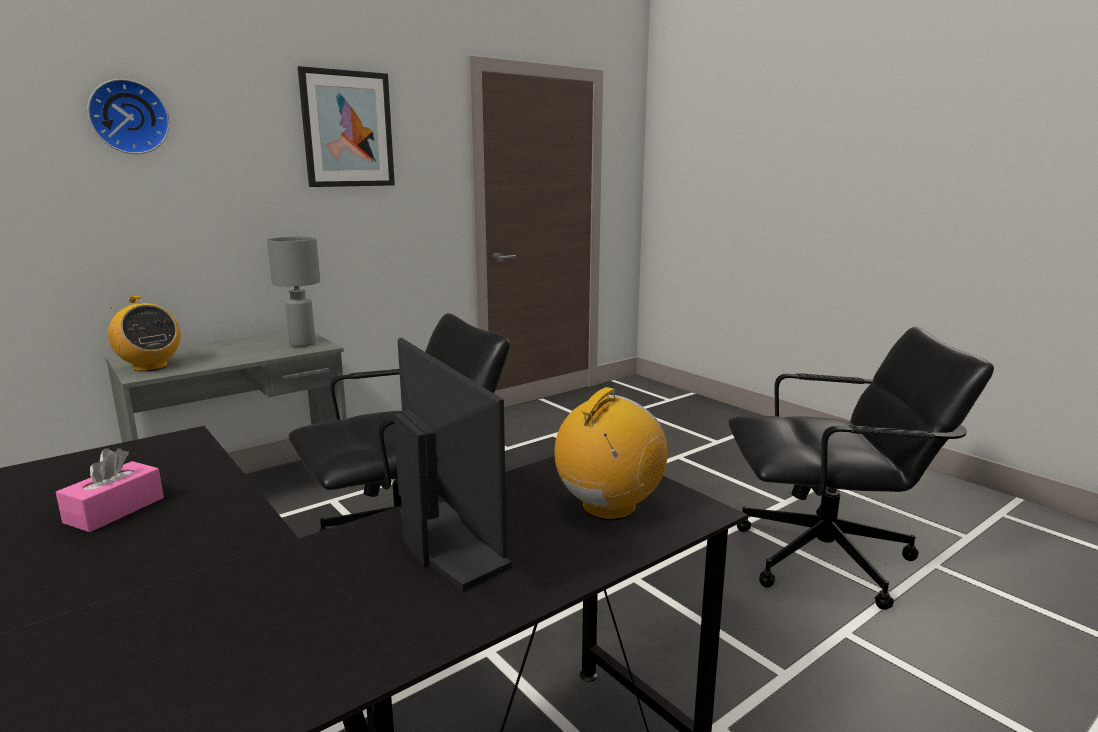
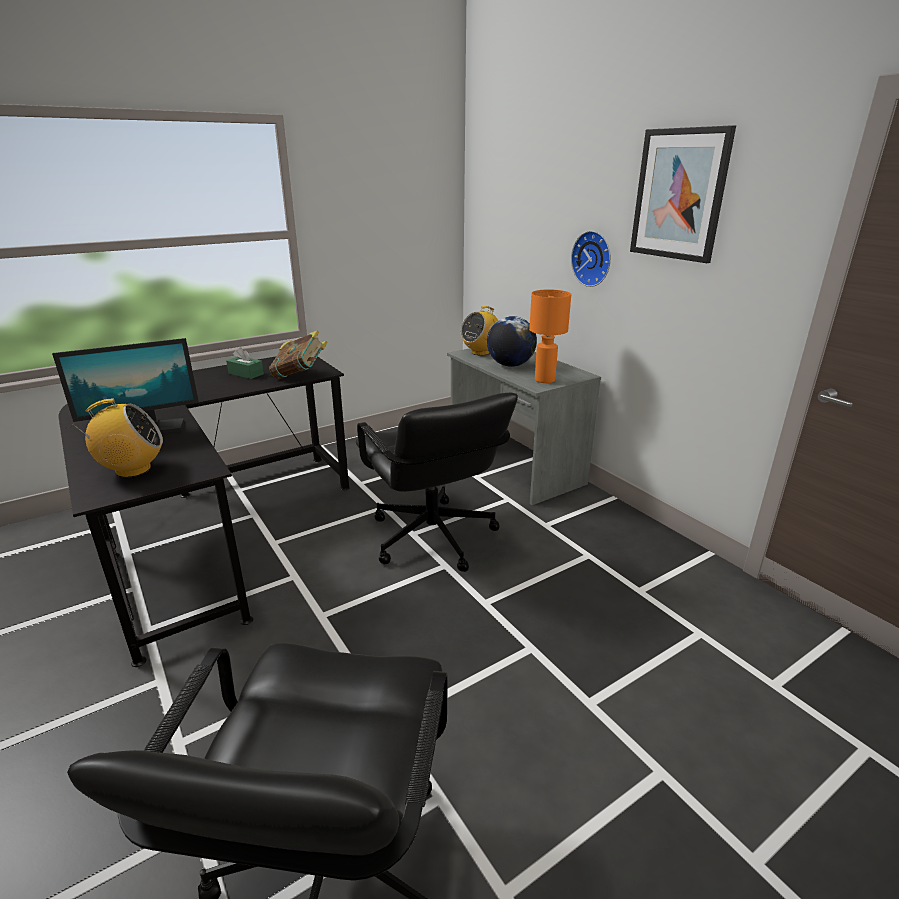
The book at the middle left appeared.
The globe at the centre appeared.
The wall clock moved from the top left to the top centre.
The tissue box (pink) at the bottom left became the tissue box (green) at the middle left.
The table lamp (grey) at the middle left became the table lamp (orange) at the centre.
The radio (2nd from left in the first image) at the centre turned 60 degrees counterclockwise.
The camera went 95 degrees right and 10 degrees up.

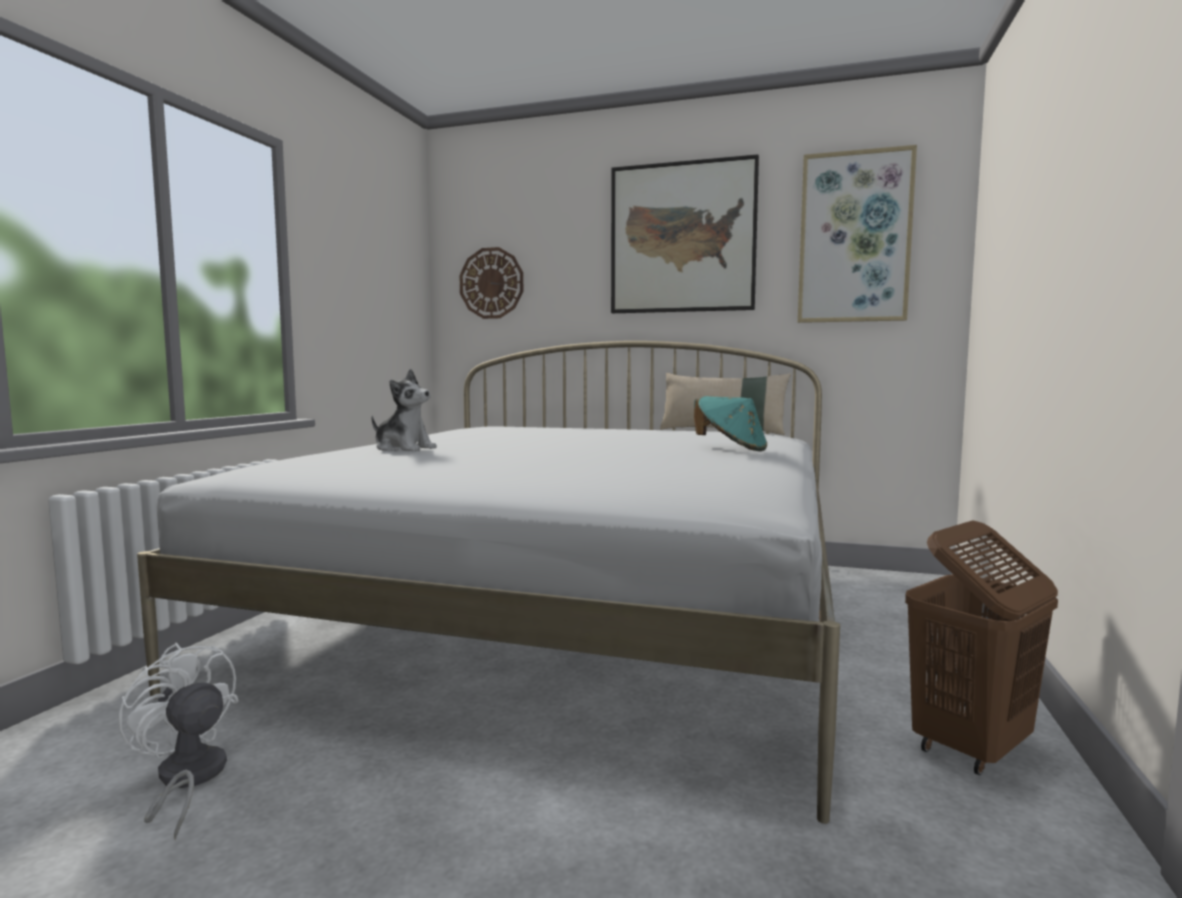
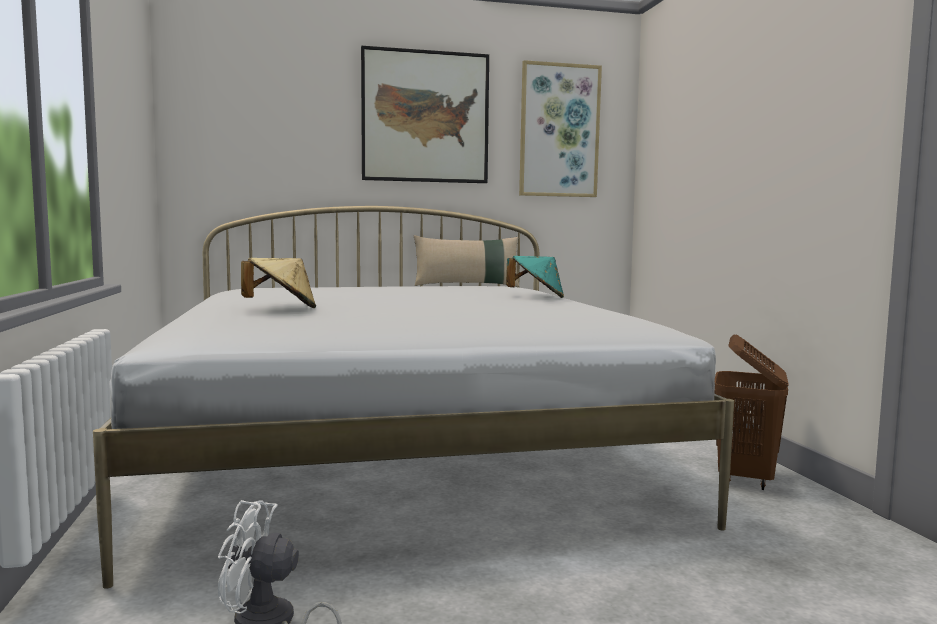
The wall clock at the top centre disappeared.
The plush toy at the centre was replaced by the hat (beige) at the middle left.
The camera went 30 degrees left and 0 degrees up.

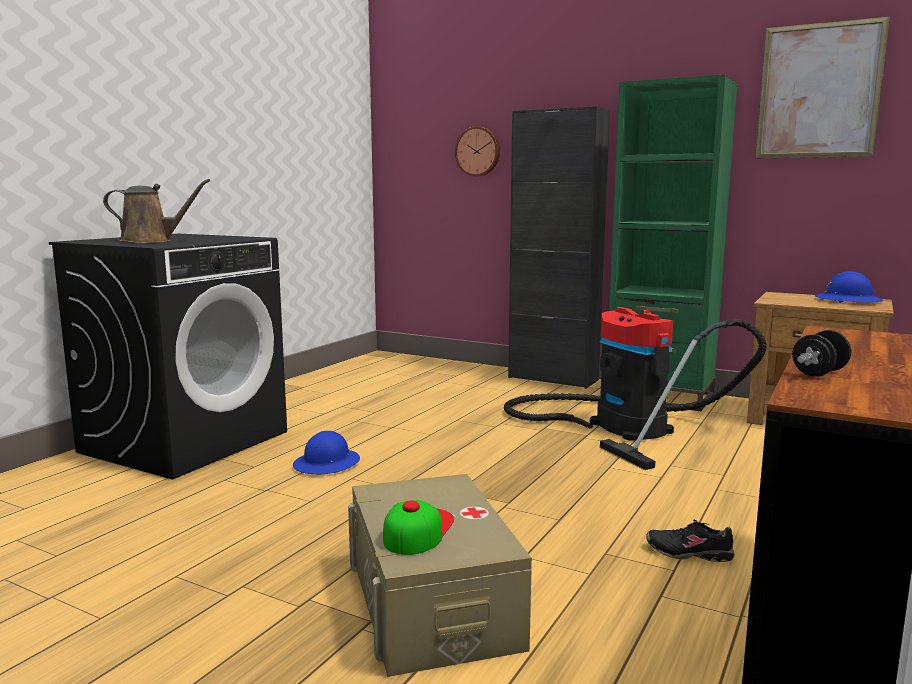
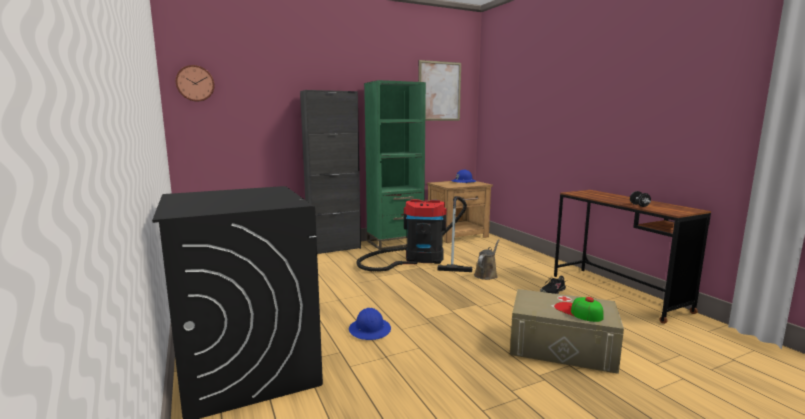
The watering can (brown) moved from the top left to the centre.
The wall clock moved from the top centre to the top left.
The camera went 55 degrees left and 0 degrees up.

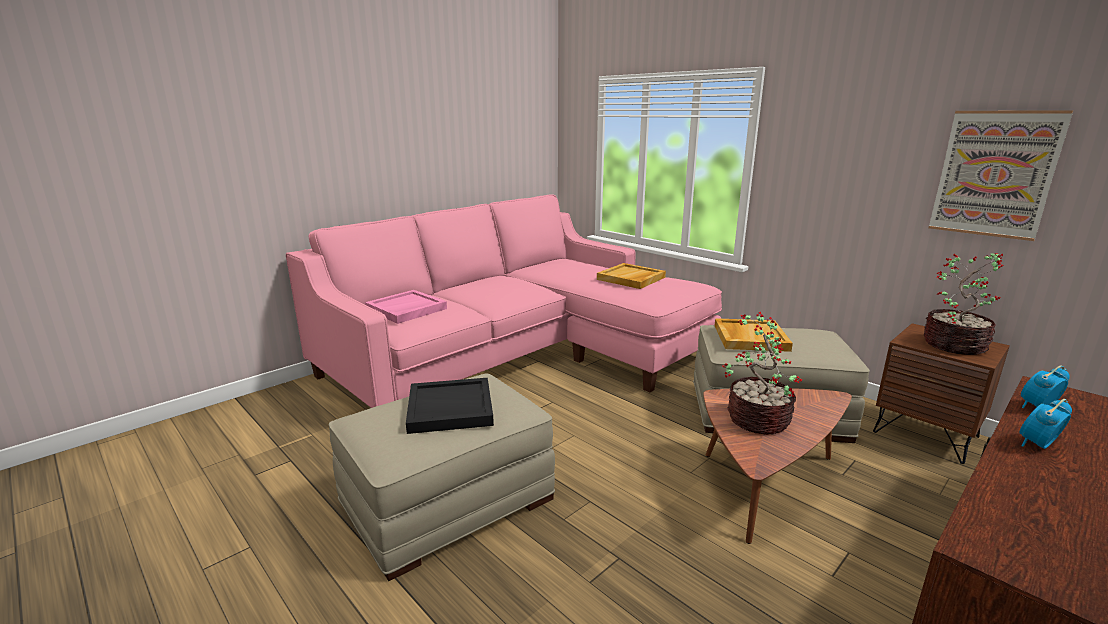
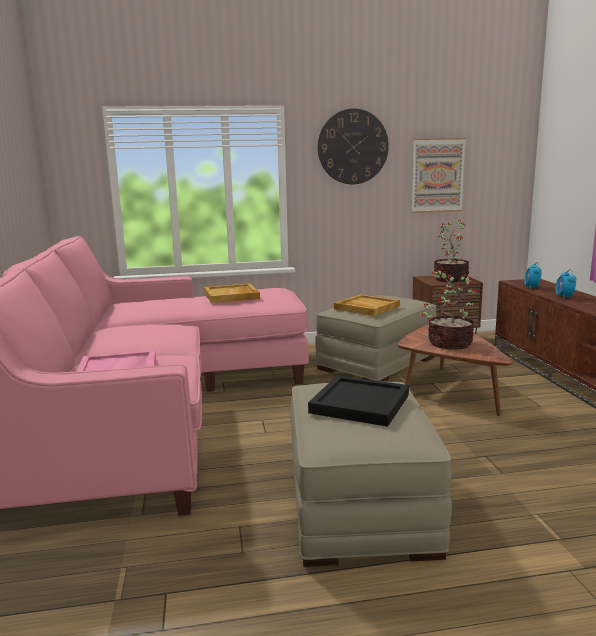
The wall clock at the top centre appeared.
The camera went 55 degrees left and 5 degrees down.

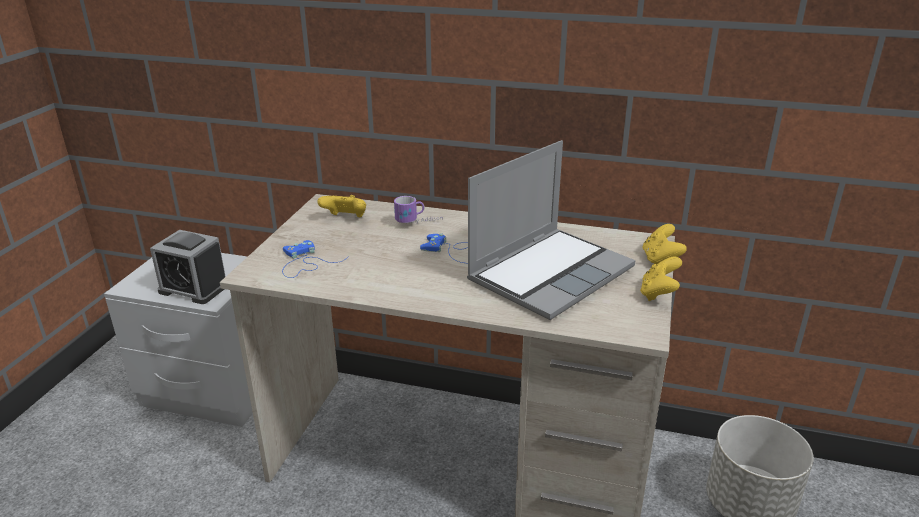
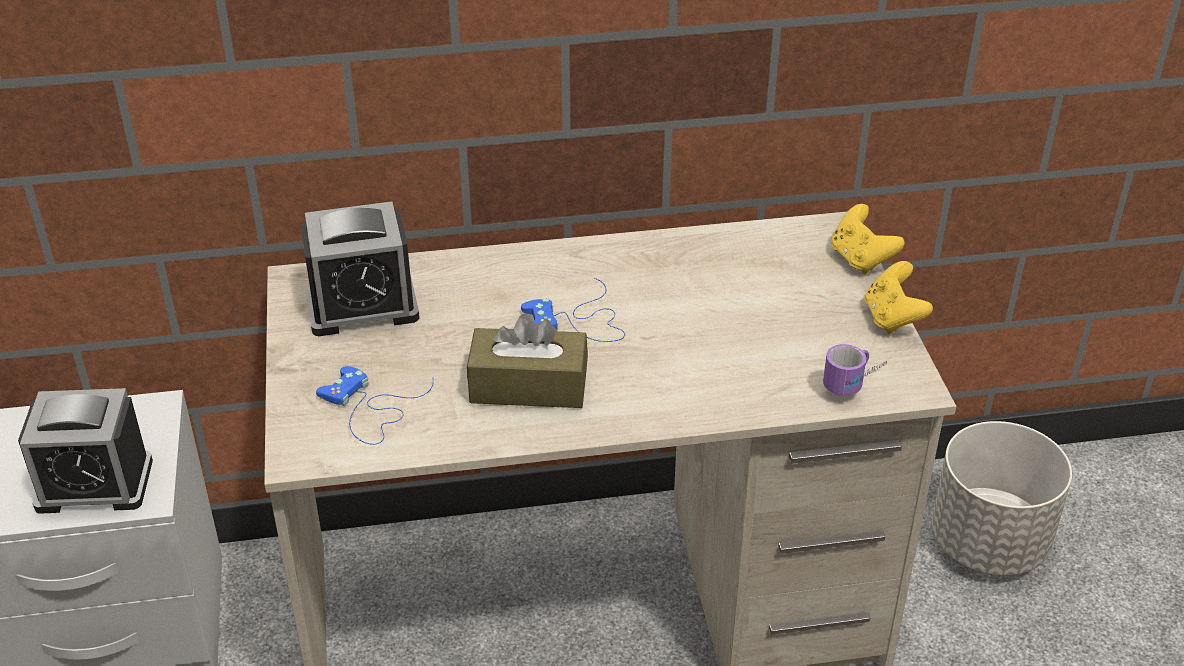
The laptop at the centre disappeared.
The tissue box (brown) at the centre appeared.
The mug moved from the centre to the middle right.
The game controller (yellow) (1st from left) at the centre was replaced by the alarm clock (2nd from left) at the middle left.
The camera went 25 degrees left and 10 degrees up.

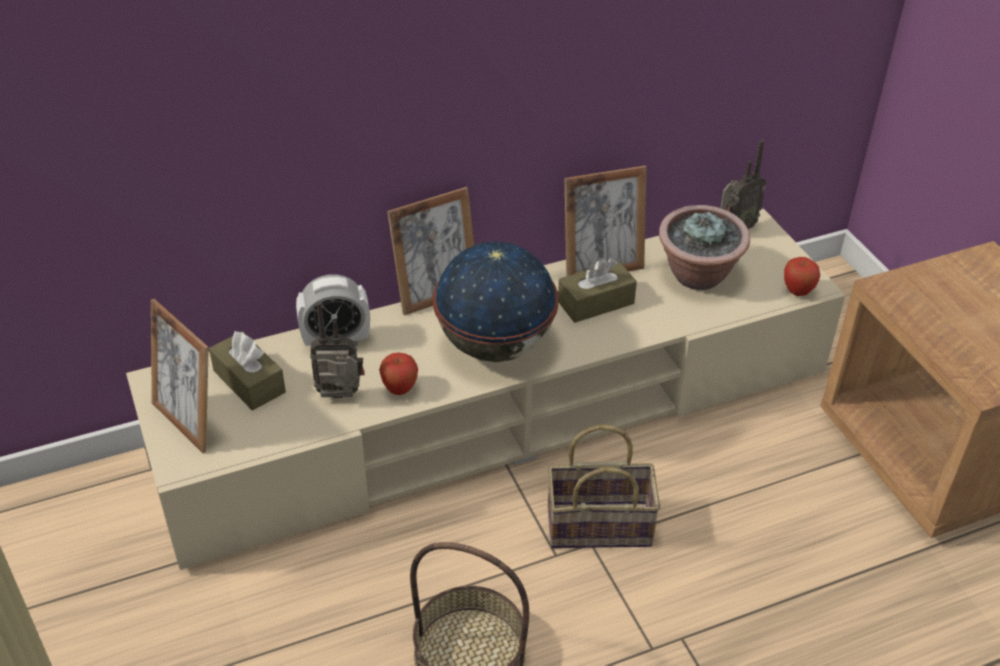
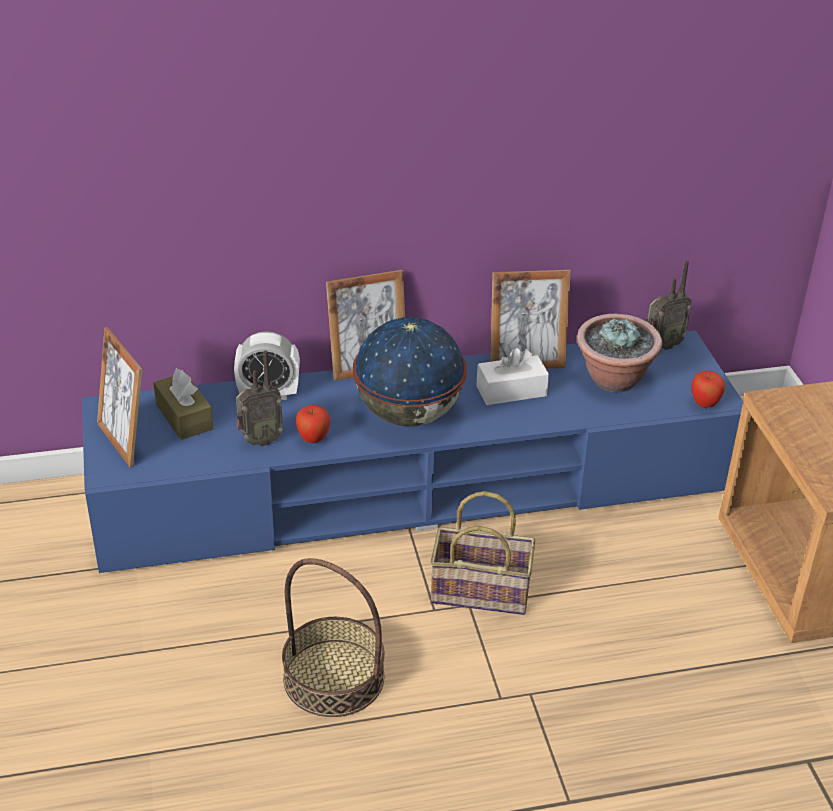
The tv stand (beige) at the centre became the tv stand (blue) at the centre.
The tissue box (brown) (2nd from left) at the centre became the tissue box (white) at the centre.
The radio (1st from left) at the centre turned 150 degrees clockwise.
The camera went 10 degrees right and 5 degrees down.

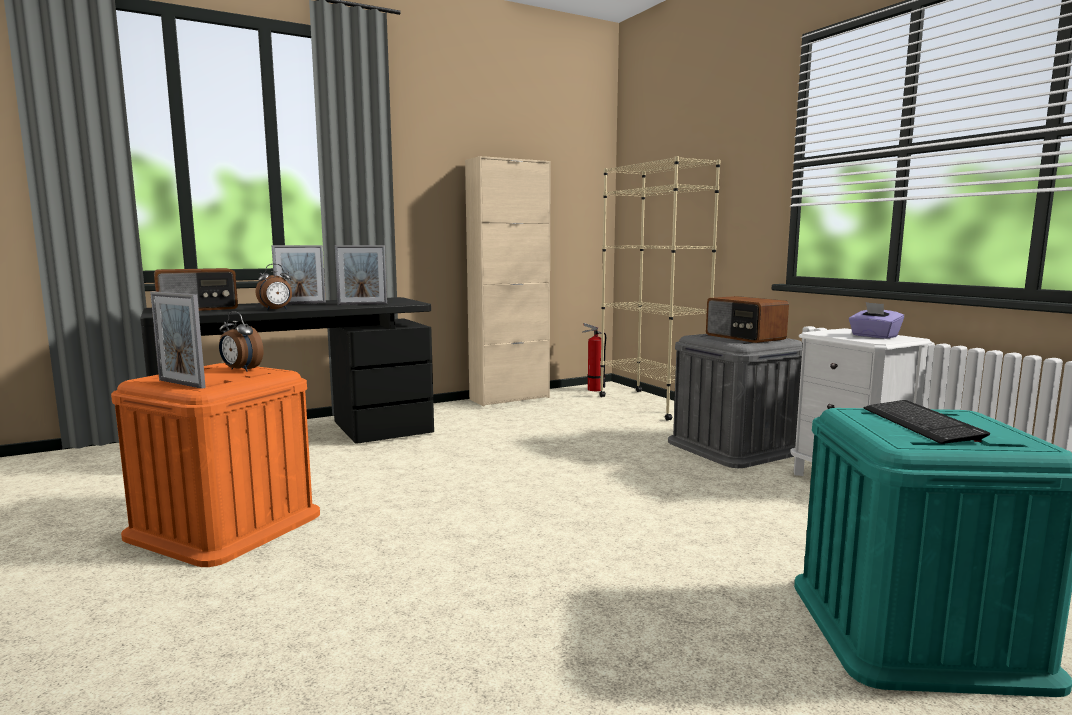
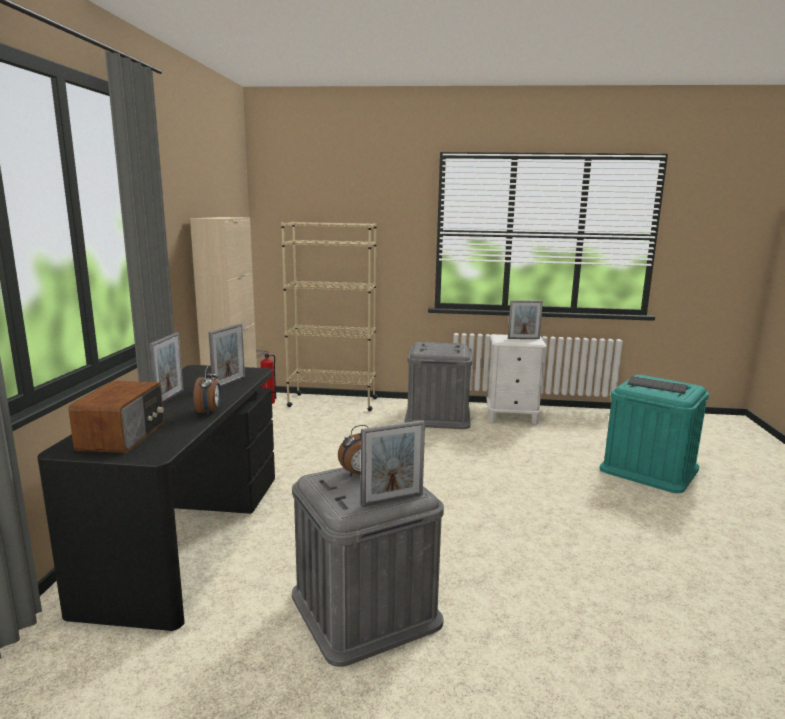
The radio (2nd from left) at the middle right disappeared.
The tissue box (purple) at the middle right was replaced by the picture frame (4th from left) at the middle right.
The storage box (orange) at the middle left became the storage box (grey) (1st from left) at the bottom centre.
The camera went 55 degrees left and 5 degrees up.

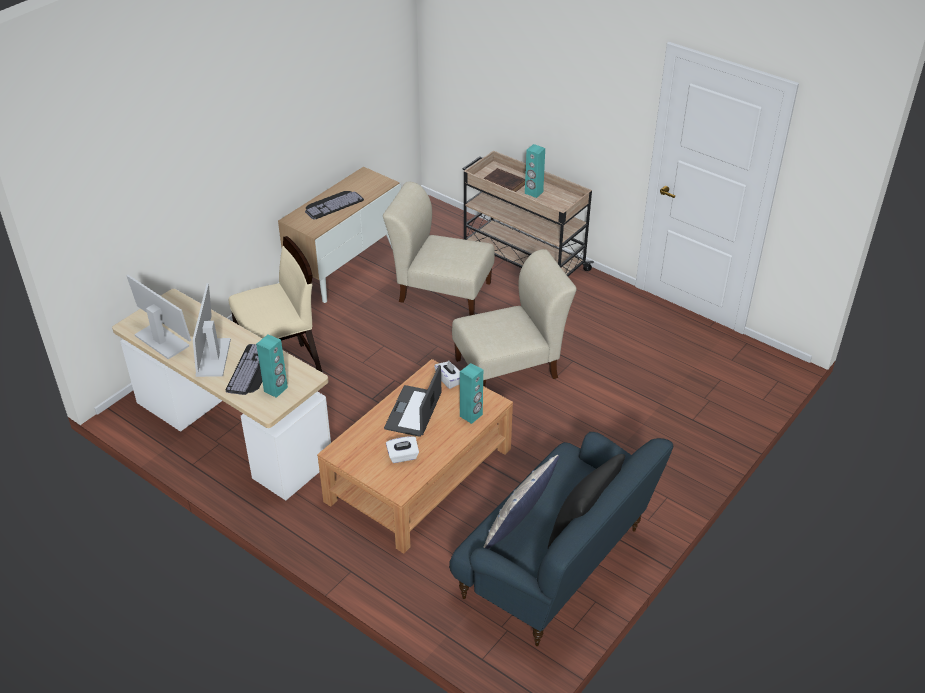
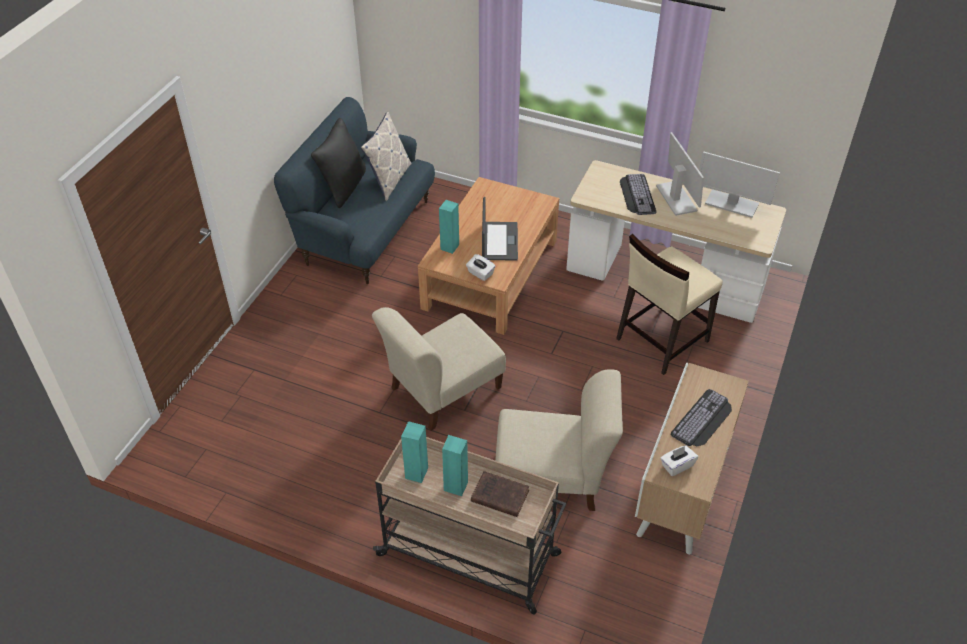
The speaker (turquoise) (1st from left) moved from the middle left to the bottom centre.
The tissue box (white) (1st from left in the first image) moved from the centre to the bottom right.
The camera went 165 degrees right and 5 degrees up.

